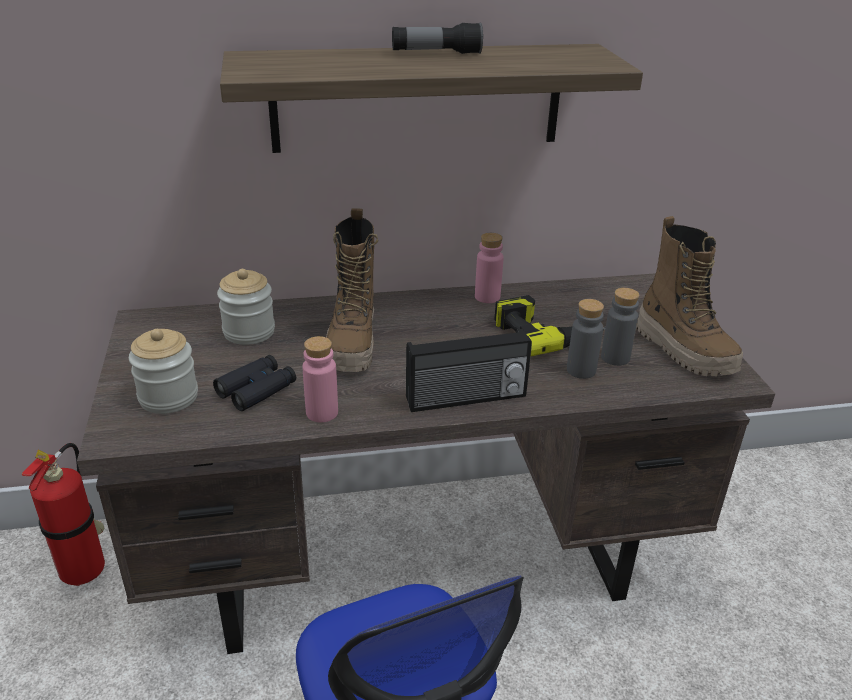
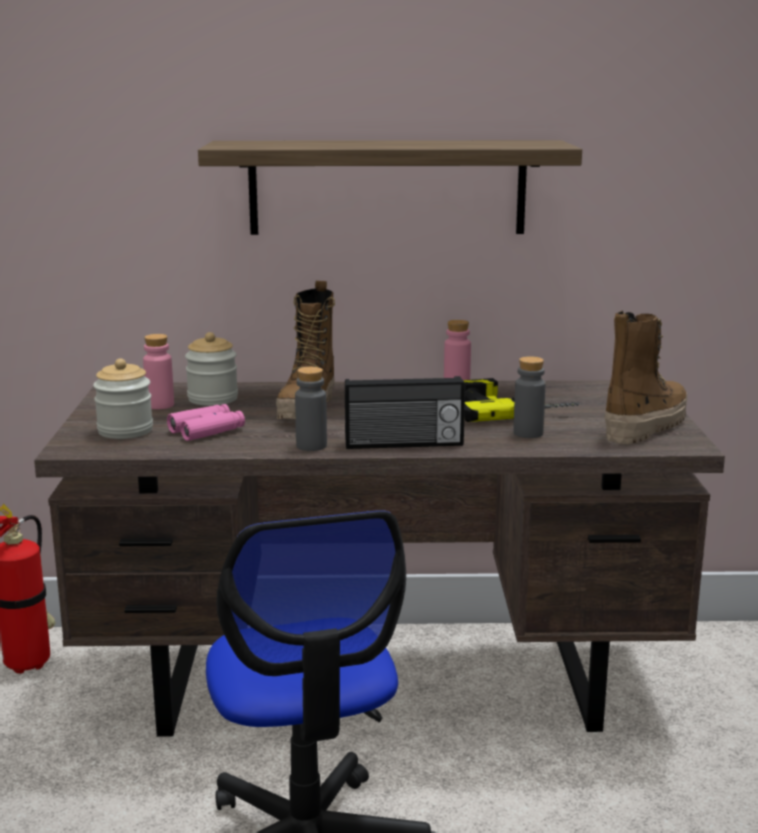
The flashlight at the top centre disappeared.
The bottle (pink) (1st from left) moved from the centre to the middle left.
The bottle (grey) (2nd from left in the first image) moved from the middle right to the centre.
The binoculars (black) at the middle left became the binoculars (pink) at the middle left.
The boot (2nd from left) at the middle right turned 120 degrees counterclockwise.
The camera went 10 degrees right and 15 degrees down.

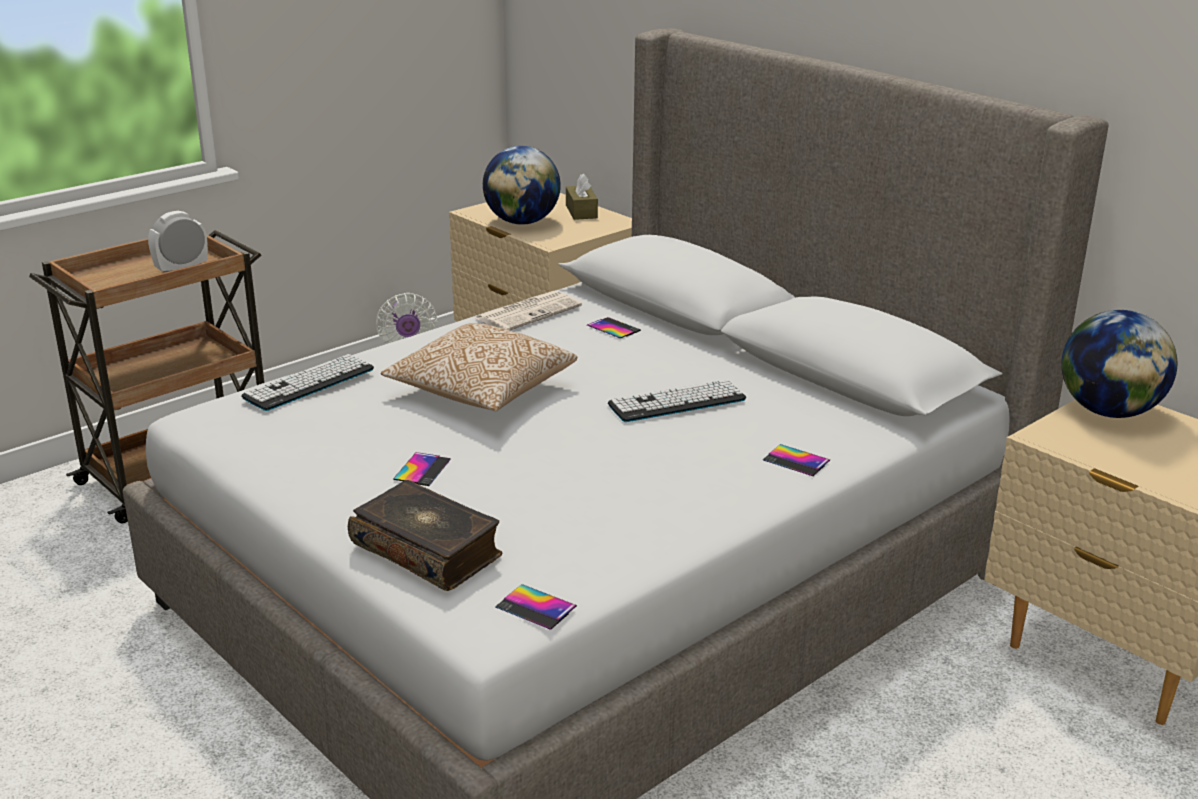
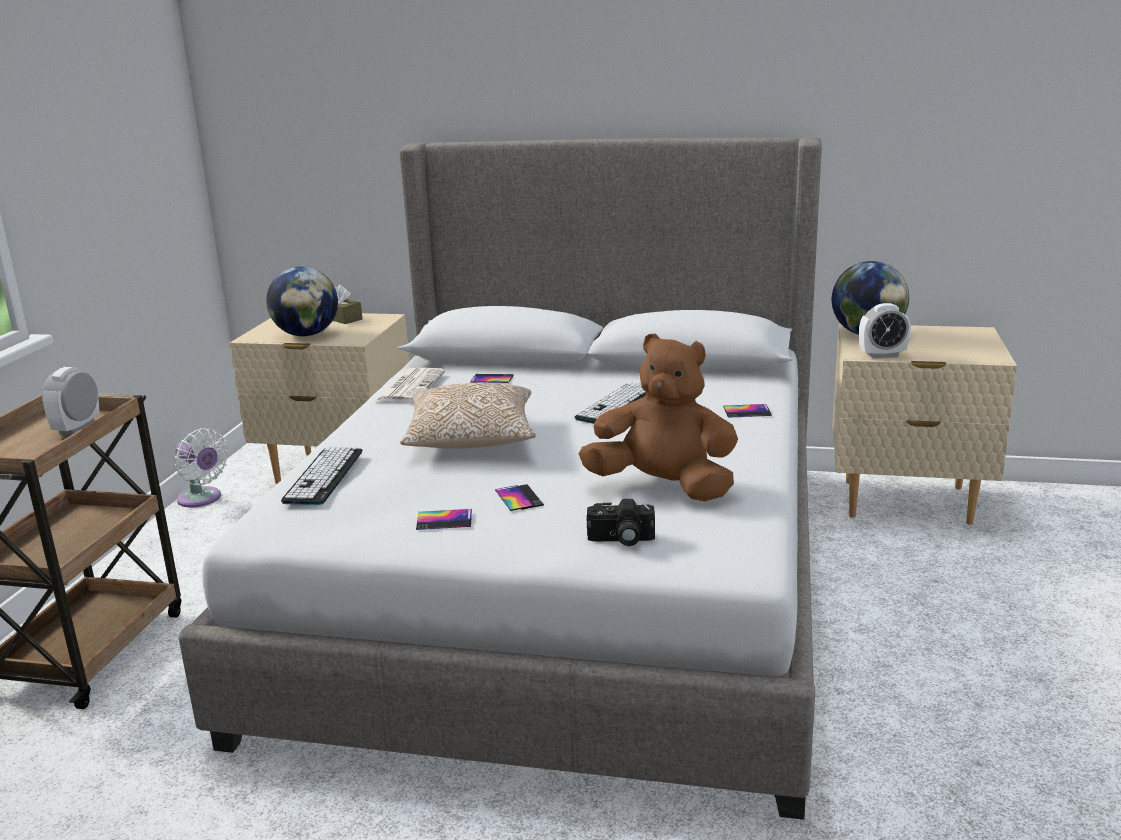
The plush toy (brown) at the centre appeared.
The alarm clock (2nd from left) at the middle right appeared.
The phone (2nd from left in the first image) moved from the bottom centre to the centre.
The book at the bottom centre was replaced by the photo camera at the centre.
The camera went 35 degrees left and 5 degrees down.

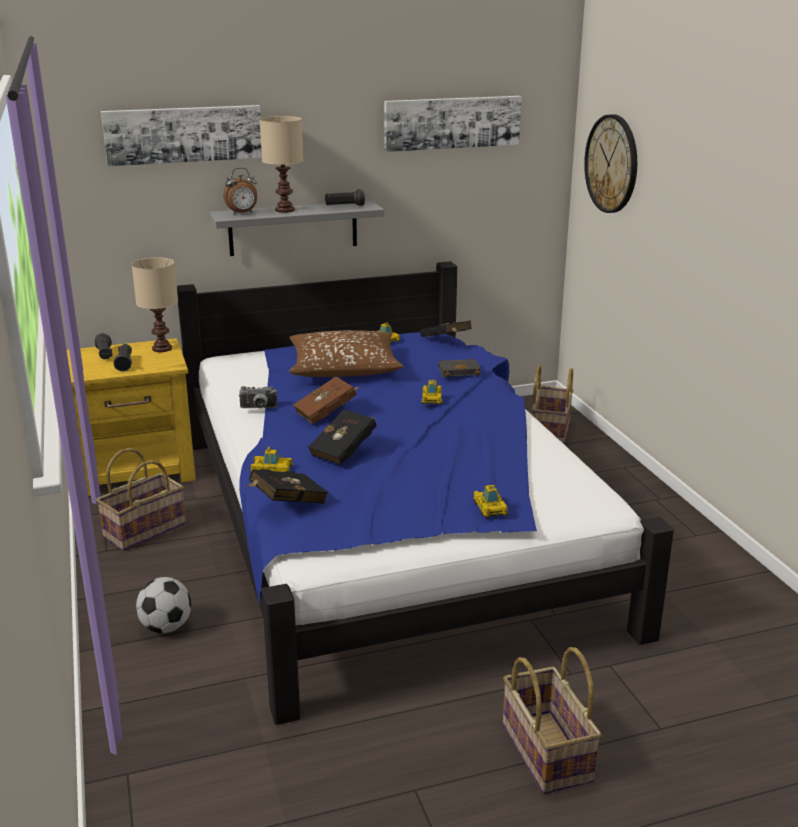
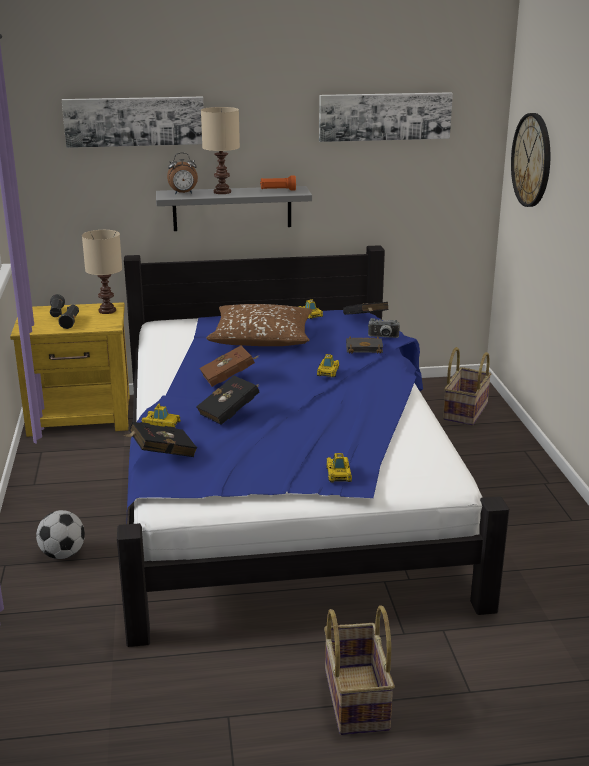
The basket (1st from left) at the middle left disappeared.
The photo camera moved from the middle left to the centre.
The flashlight (black) (3rd from left) at the top centre became the flashlight (orange) at the top centre.
The camera went 10 degrees right and 0 degrees up.

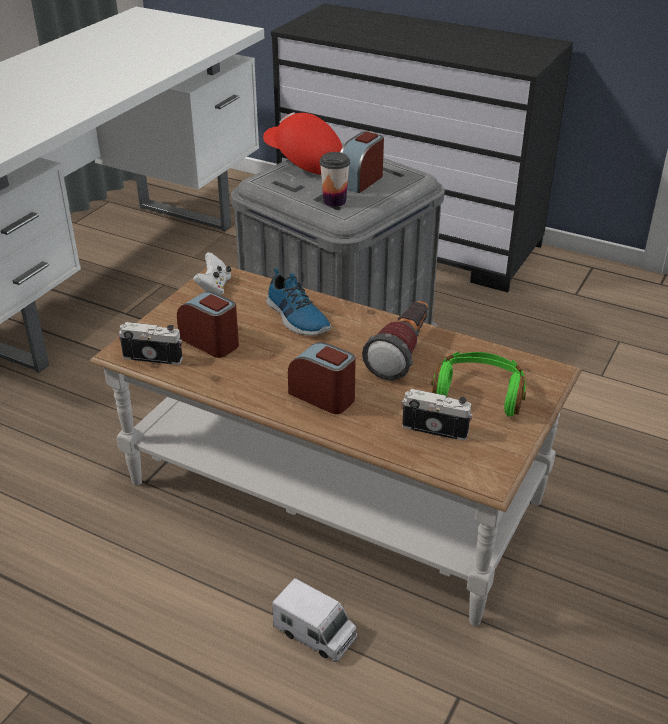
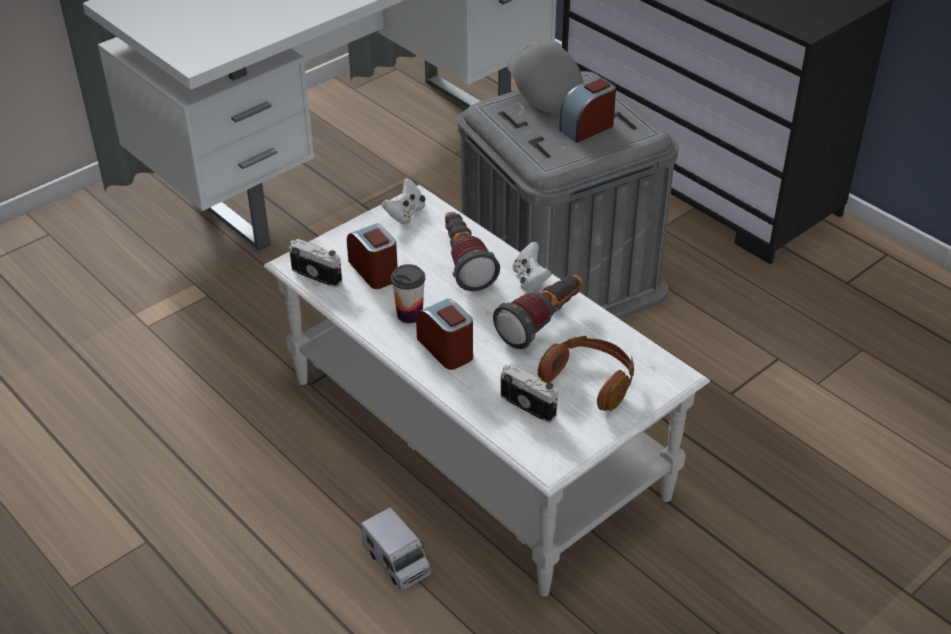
The game controller (white) (2nd from left) at the centre appeared.
The cup moved from the top centre to the centre.
The shoe at the centre was replaced by the flashlight (1st from left) at the centre.
The coffee table (brown) at the centre became the coffee table (white) at the centre.
The cap (red) at the top centre became the cap (grey) at the top centre.
The headphones (green) at the middle right became the headphones (brown) at the centre.
The camera went 20 degrees right and 5 degrees up.

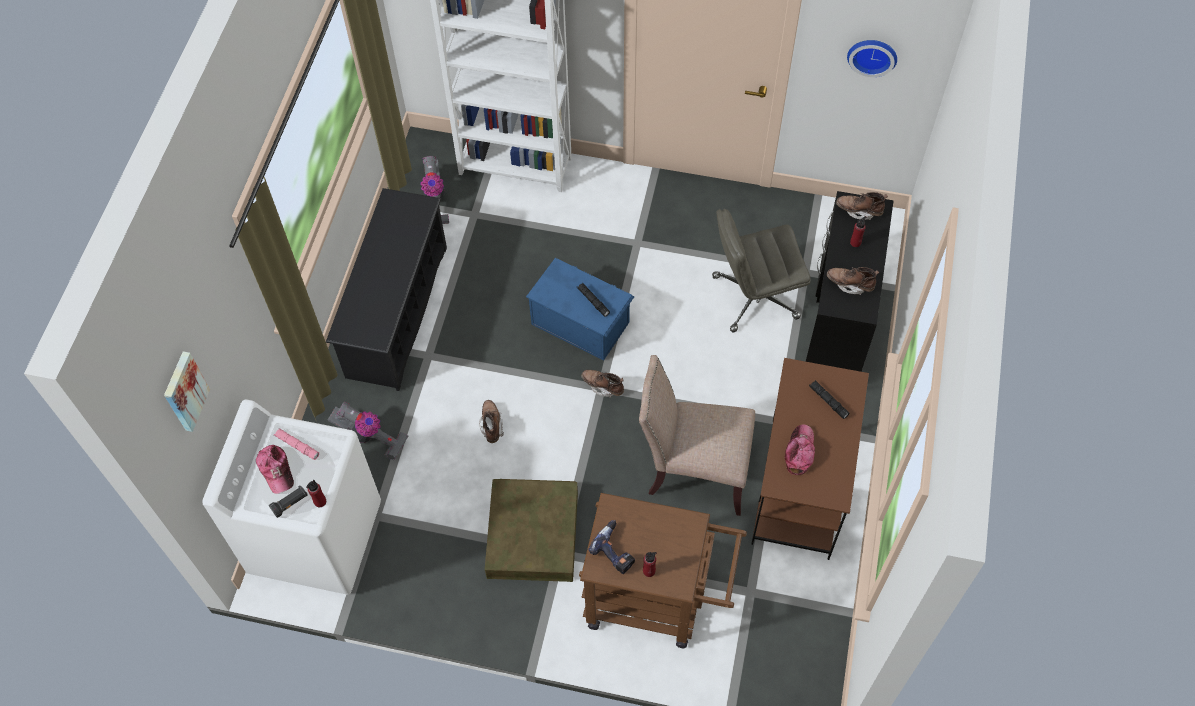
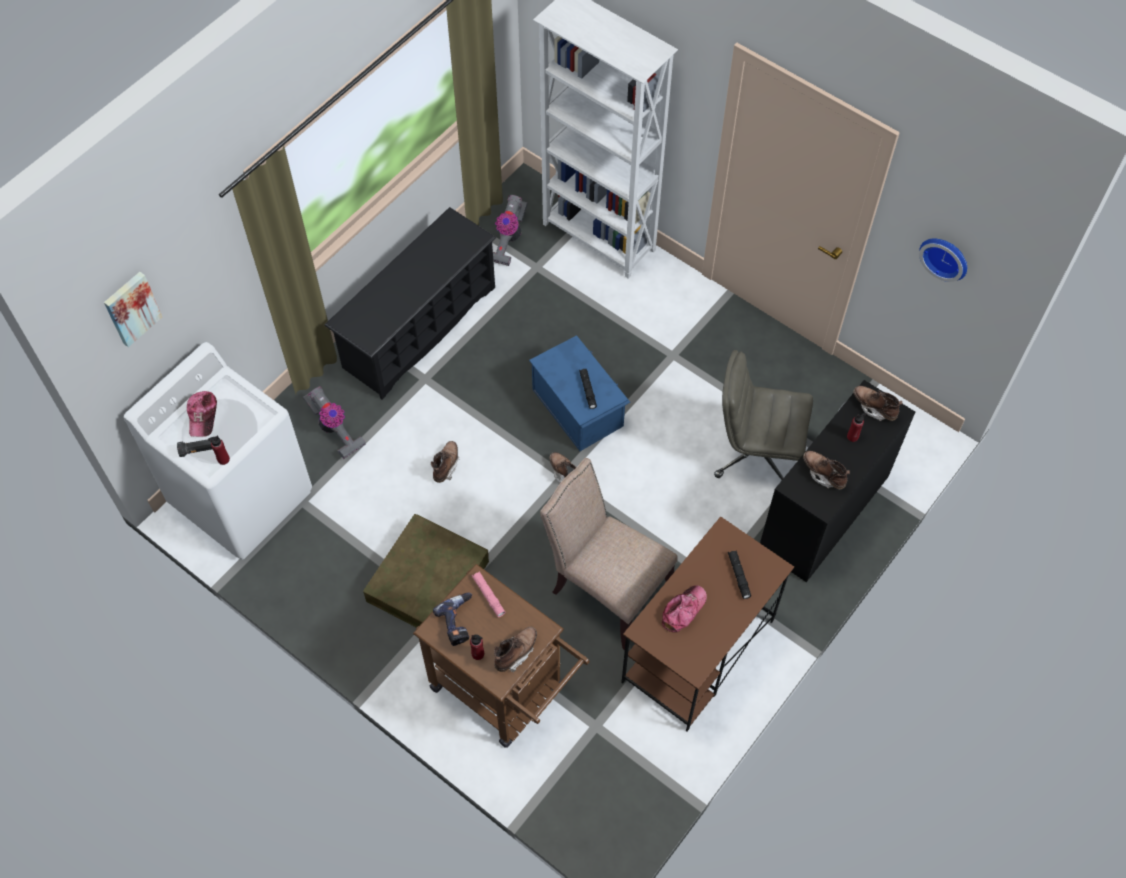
The boot (brown) (2nd from left) at the bottom centre appeared.
The flashlight (pink) moved from the middle left to the bottom centre.
The camera went 25 degrees right and 0 degrees up.

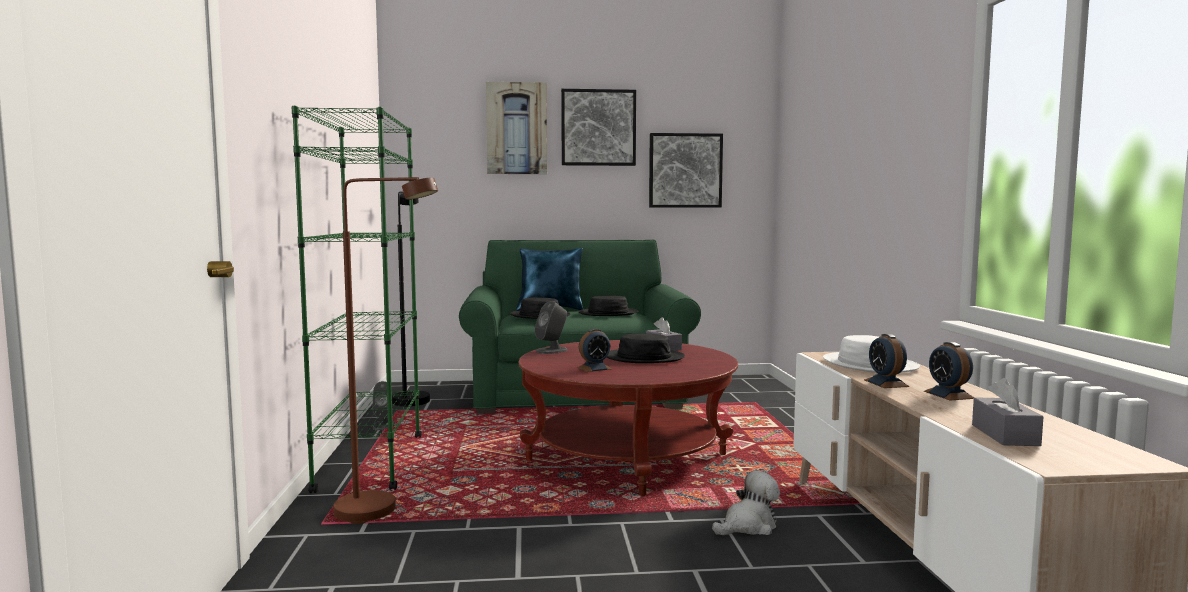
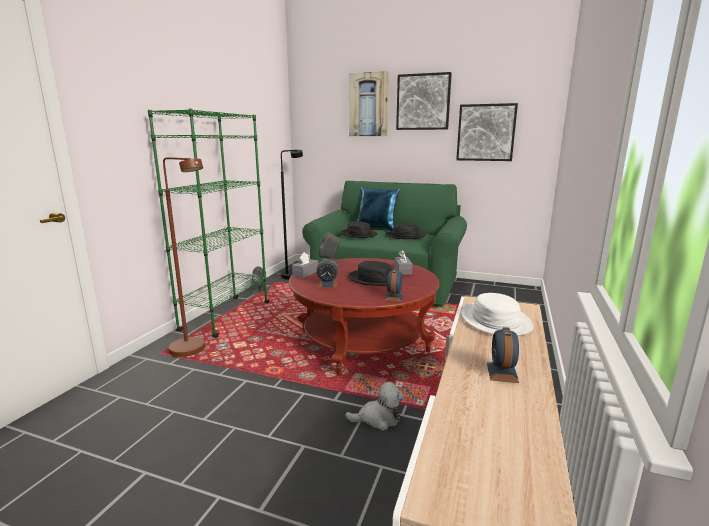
The alarm clock (2nd from left) moved from the middle right to the centre.
The tissue box (grey) (2nd from left in the first image) moved from the bottom right to the centre.
The camera went 25 degrees right and 10 degrees up.

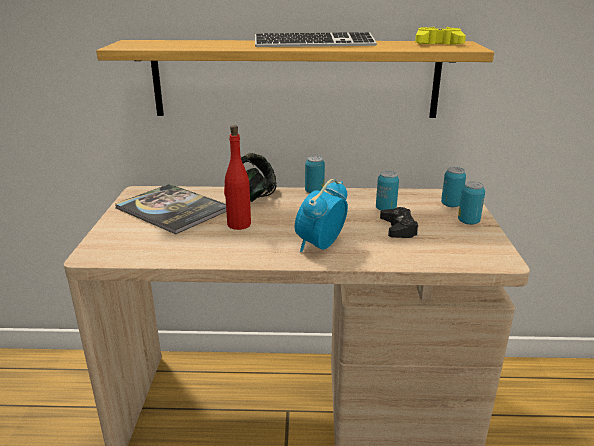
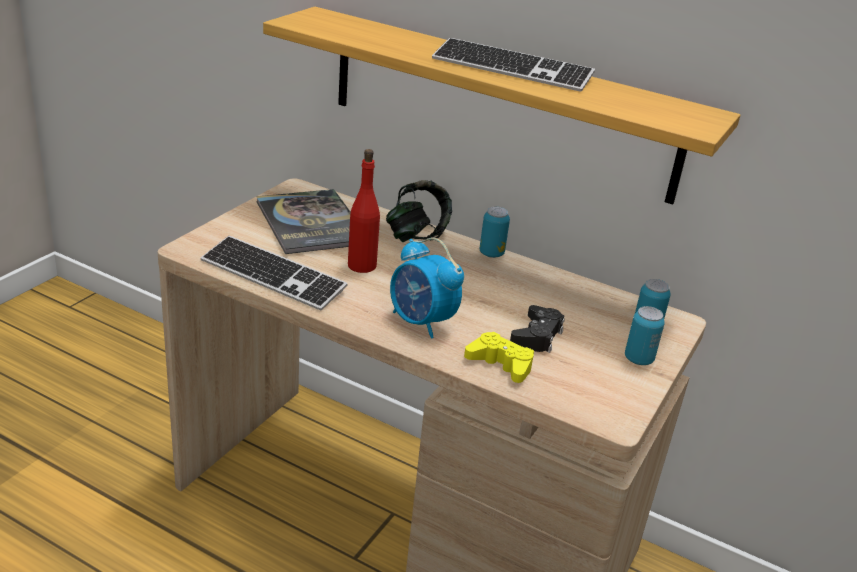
The can (2nd from left) at the centre disappeared.
The keyboard (1st from left) at the middle left appeared.
The game controller (yellow) moved from the top right to the centre.
The alarm clock at the centre turned 105 degrees counterclockwise.
The camera went 25 degrees right and 5 degrees up.

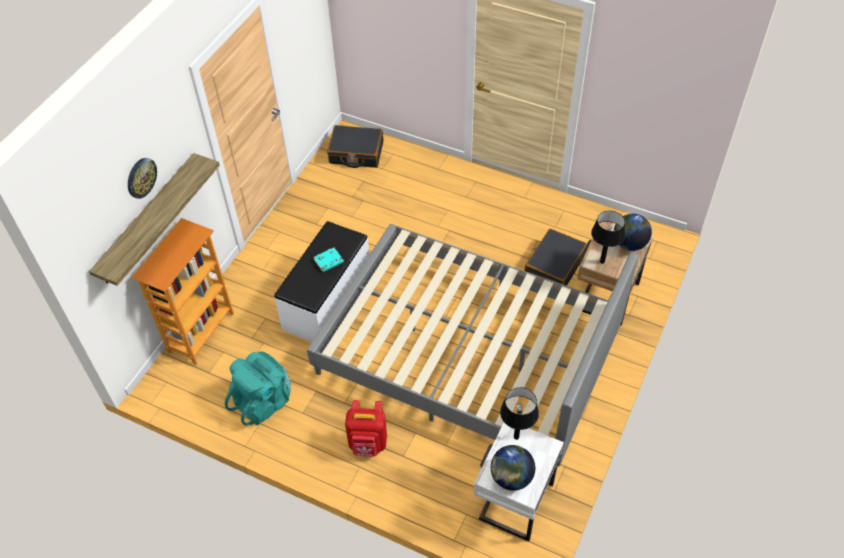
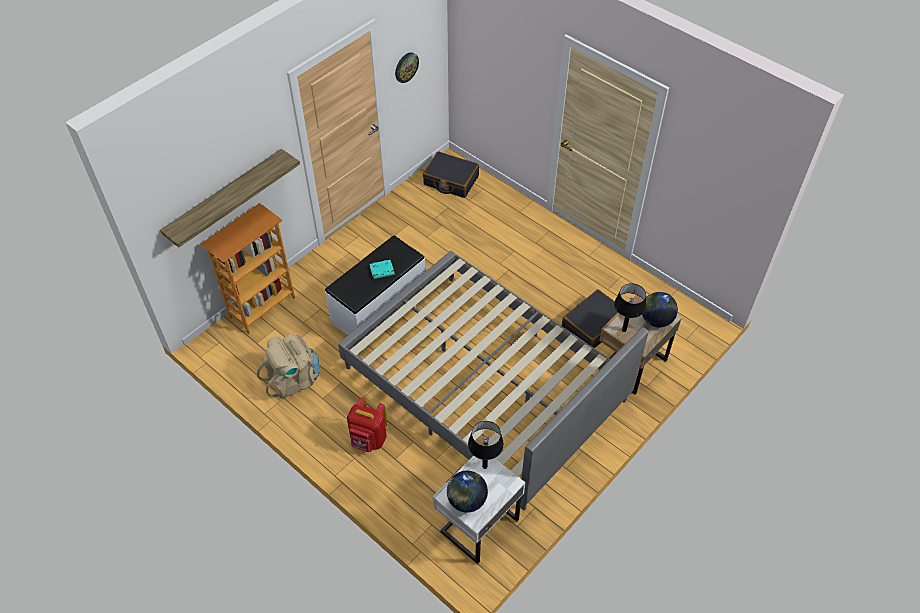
The wall clock moved from the top left to the top centre.
The backpack (turquoise) at the bottom left became the backpack (beige) at the middle left.
The camera went 15 degrees right and 0 degrees up.

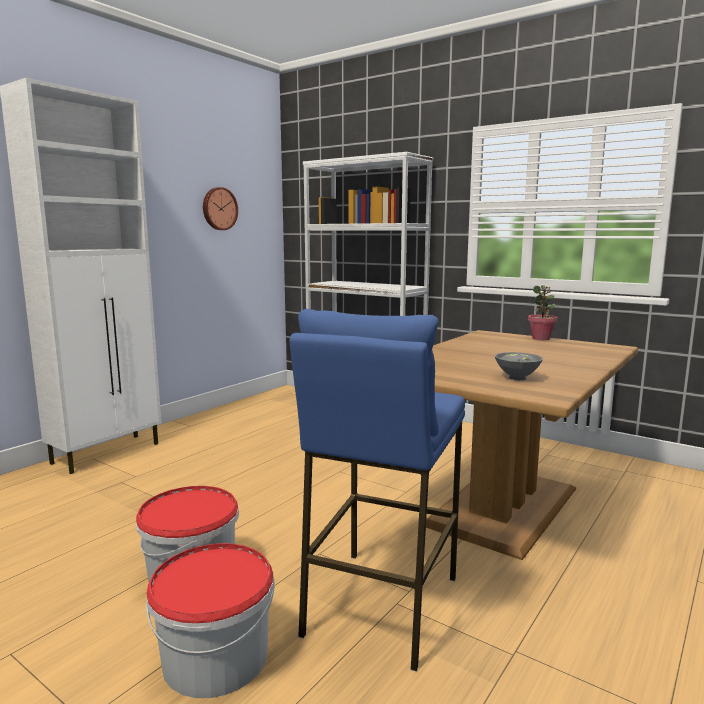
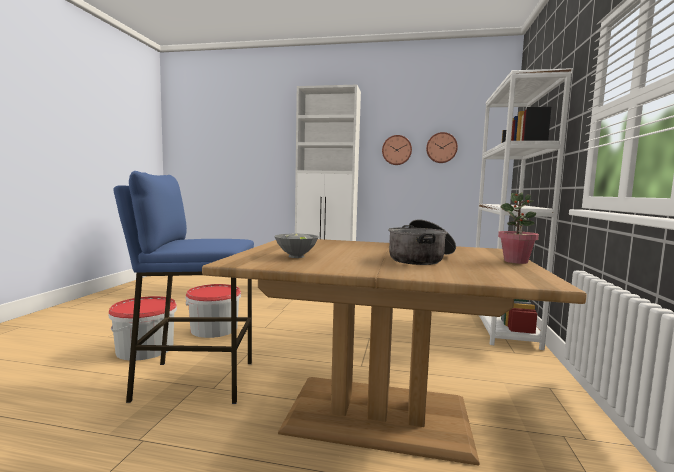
The wall clock (1st from left) at the top centre appeared.
The cooking pot at the centre appeared.
The camera went 65 degrees right and 5 degrees down.

